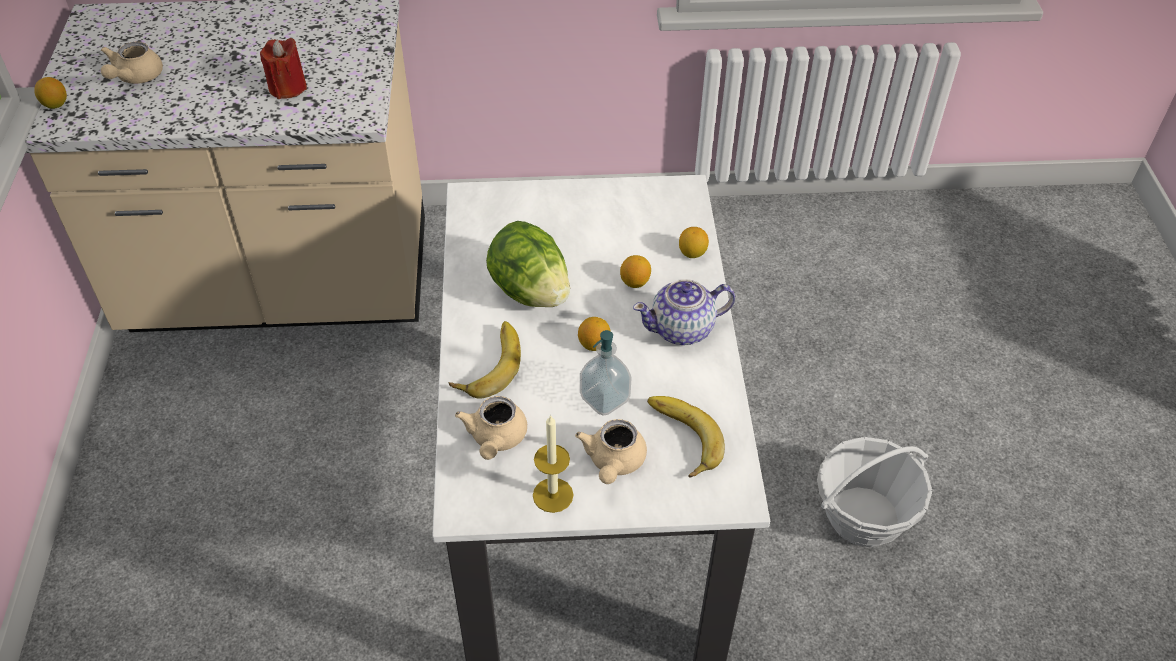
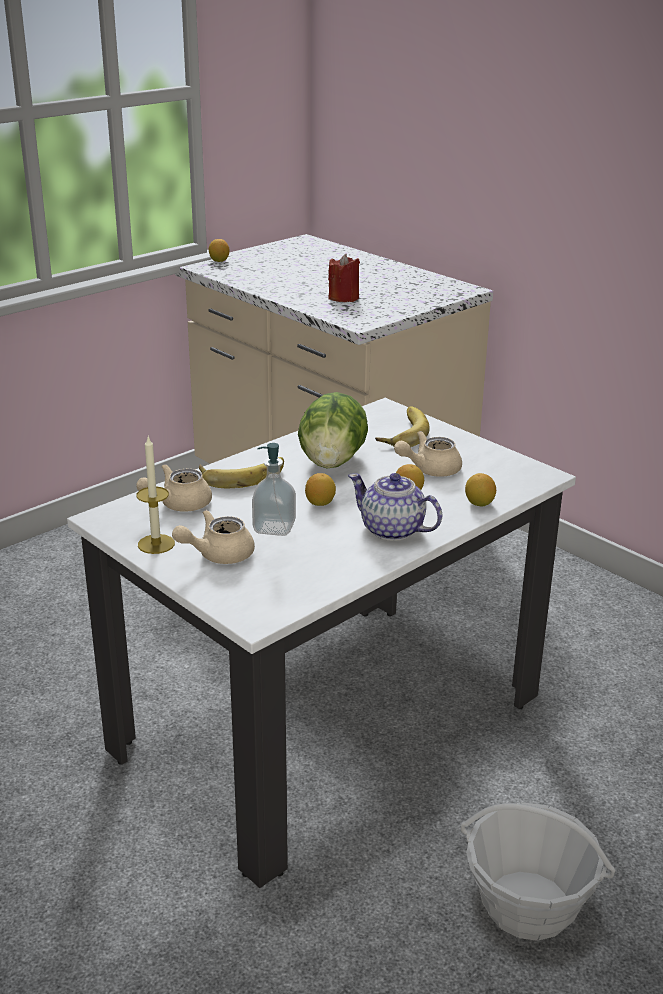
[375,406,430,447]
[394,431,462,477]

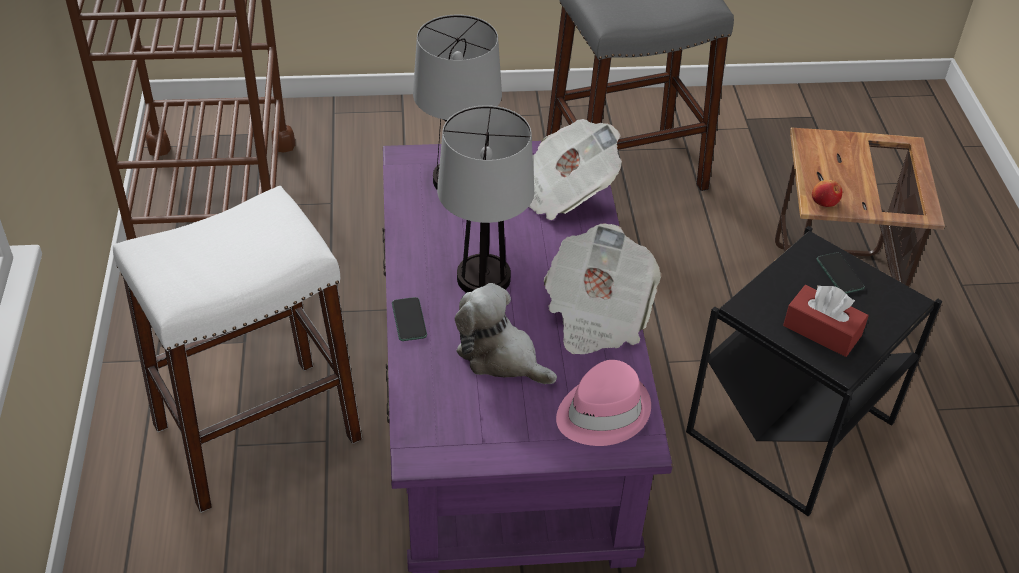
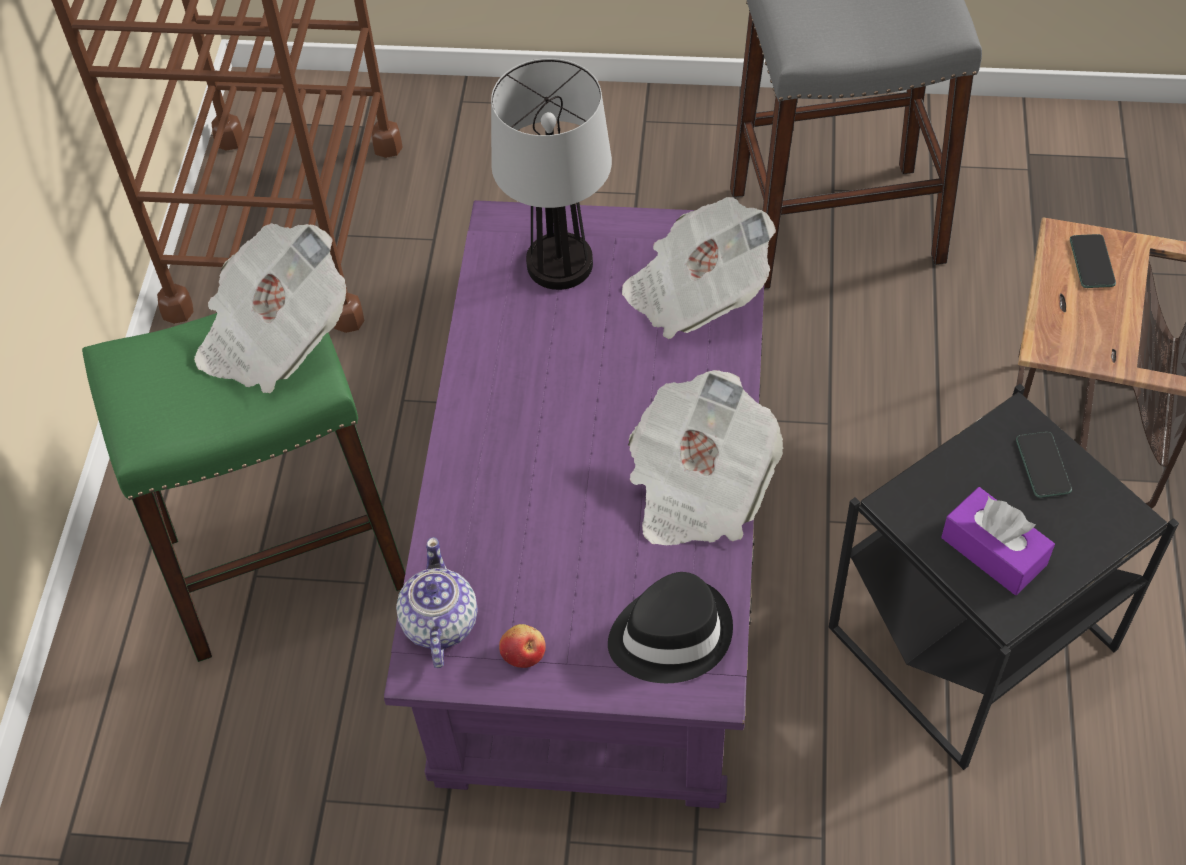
[82,313,405,662]
[194,223,346,393]
[396,537,478,668]
[499,624,546,668]
[608,572,733,683]
[942,487,1055,595]
[1070,234,1116,288]
[437,105,534,293] (first image)
[455,283,557,384] (first image)

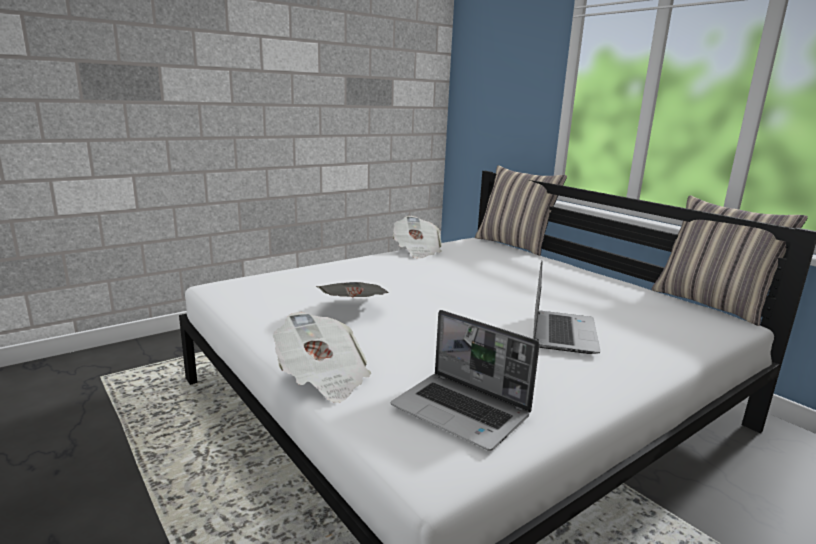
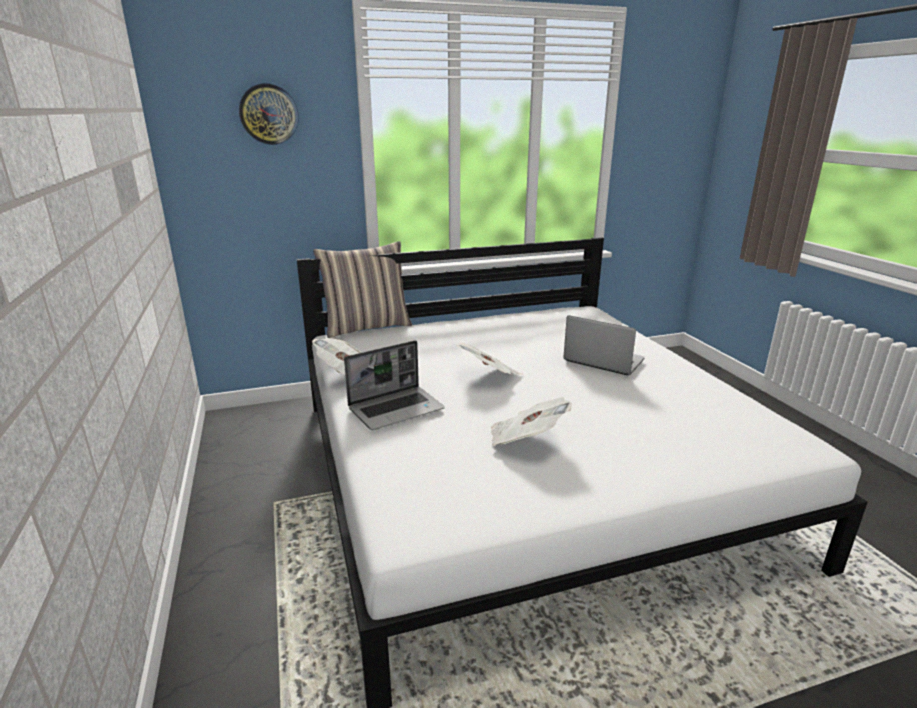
[239,83,299,145]
[344,340,445,430]
[456,343,523,375]
[651,196,808,326] (first image)

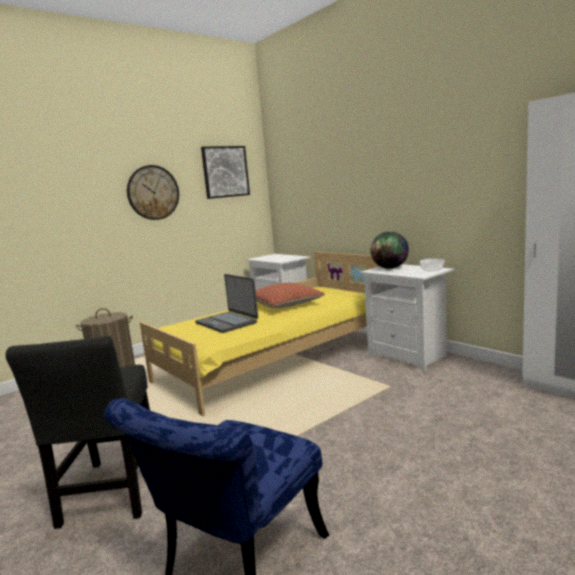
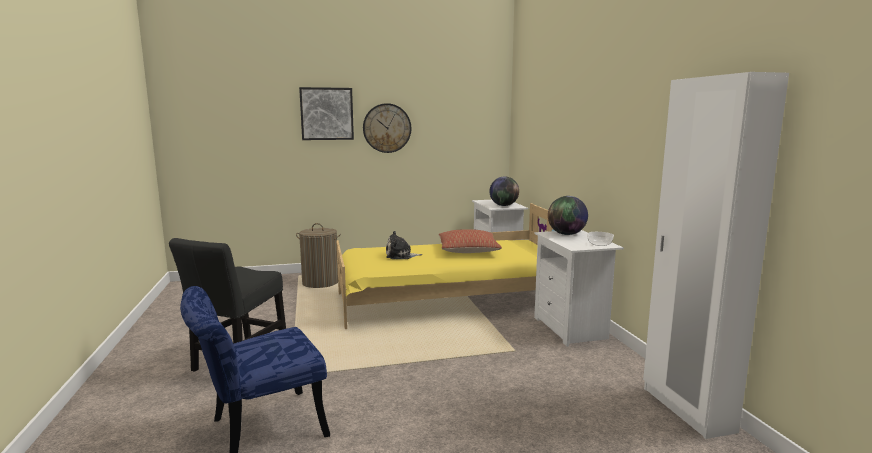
[299,87,354,140]
[386,231,422,259]
[490,176,519,206]

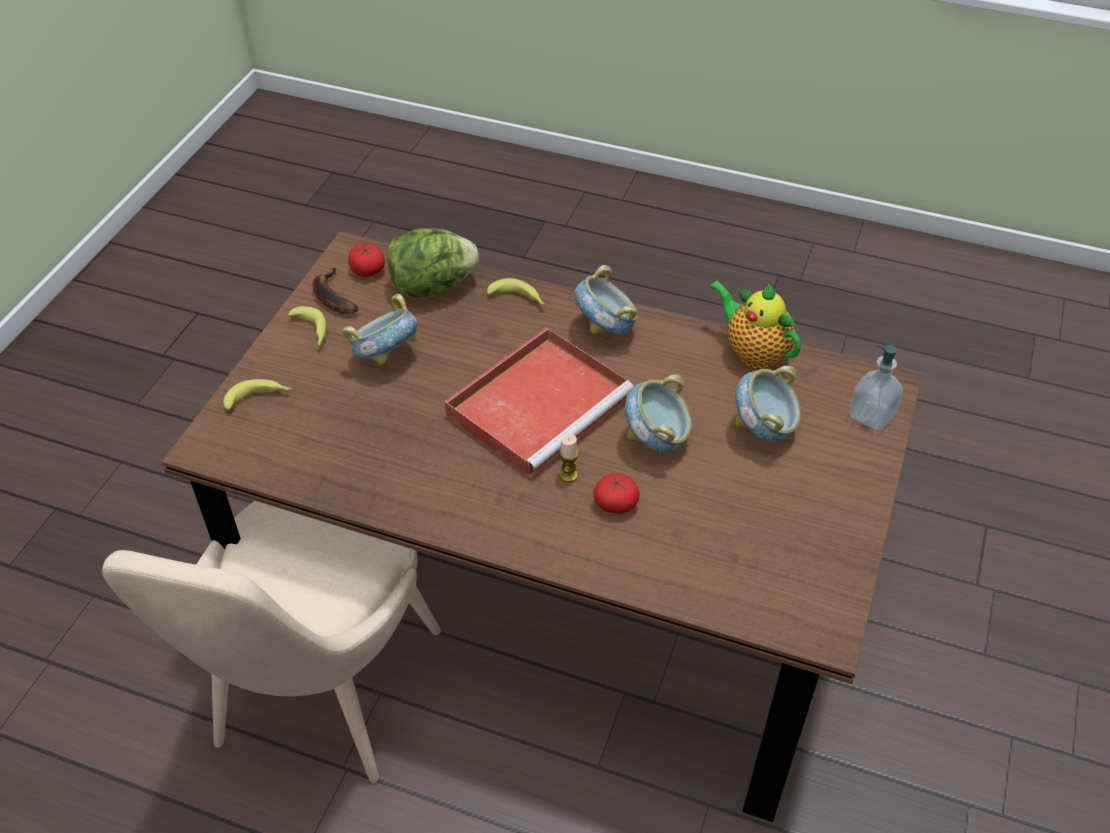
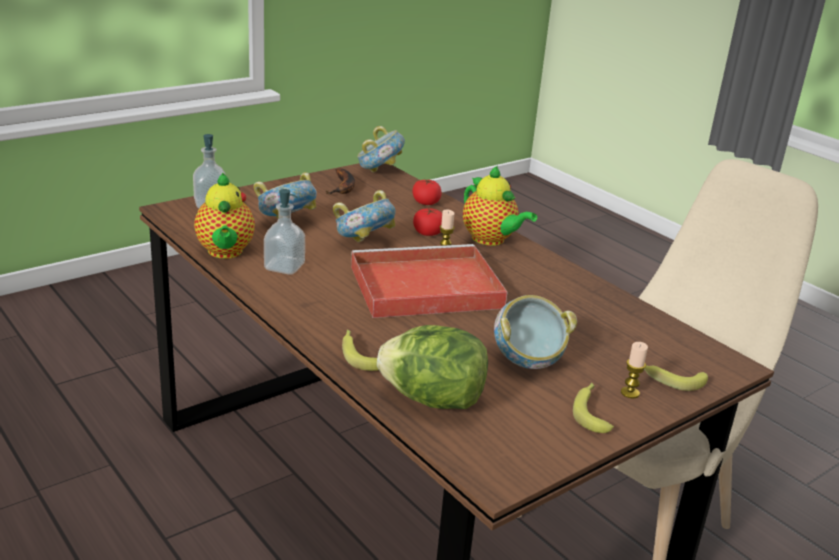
[264,189,305,275]
[325,168,355,194]
[357,126,405,173]
[412,179,442,205]
[463,166,537,246]
[621,342,648,399]

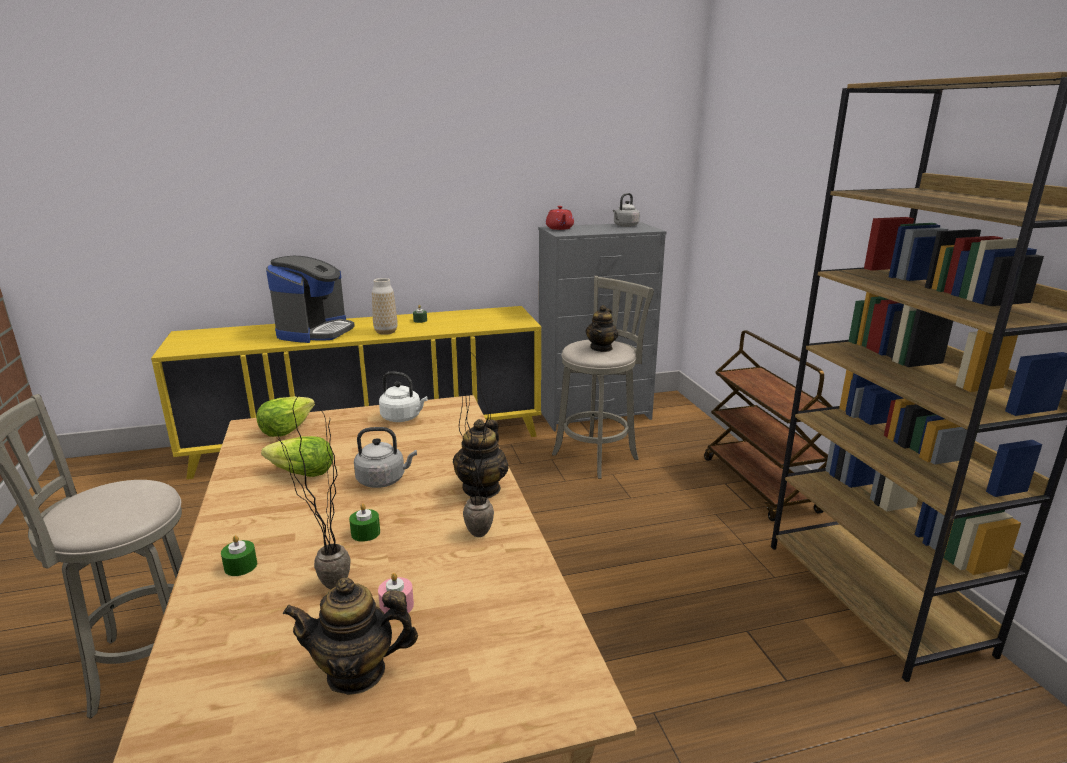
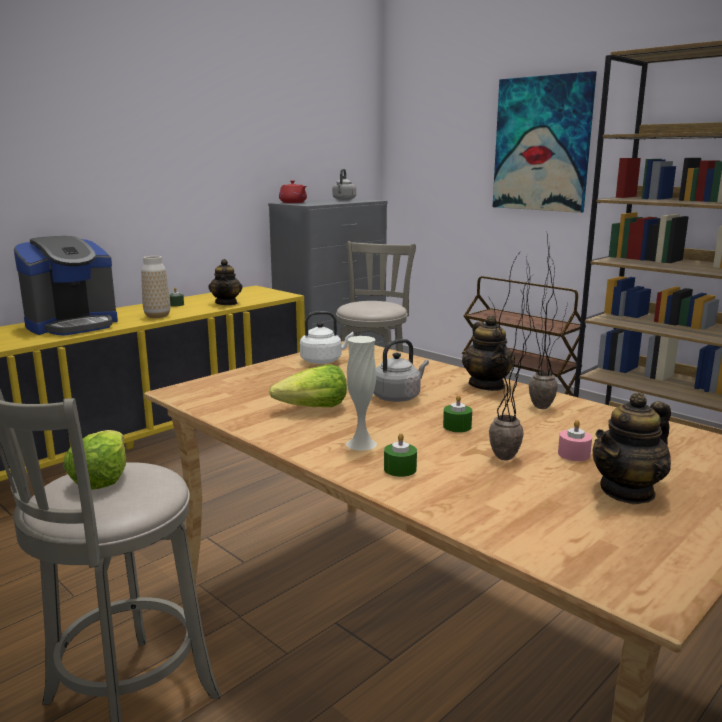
[14,236,118,336]
[63,430,126,490]
[208,259,242,305]
[346,336,377,451]
[493,71,597,213]

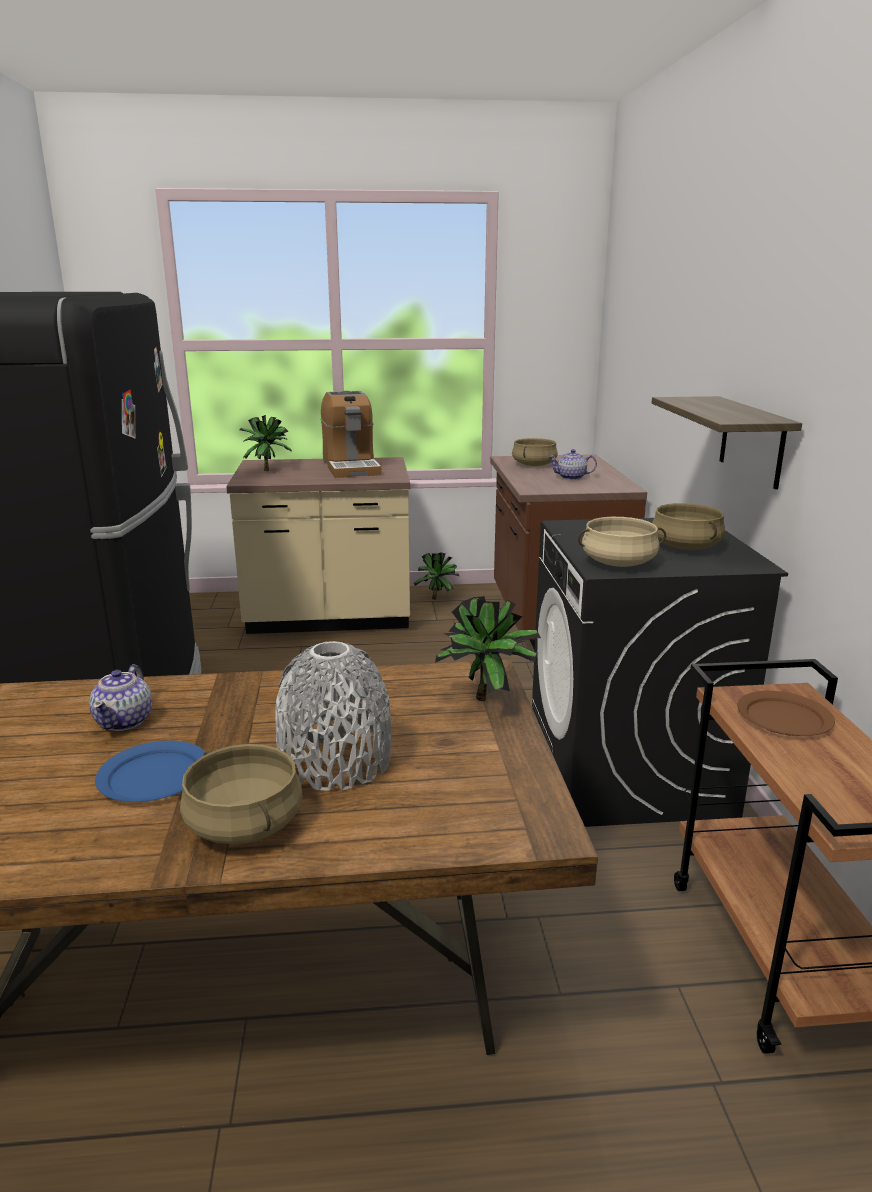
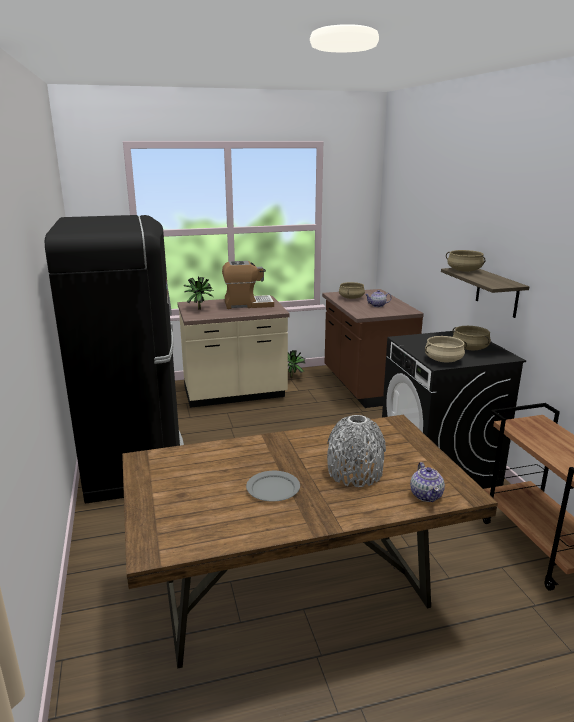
[222,261,274,309]
[246,471,300,502]
[410,462,445,502]
[446,250,485,272]
[435,596,541,701] (first image)
[737,691,835,736] (first image)

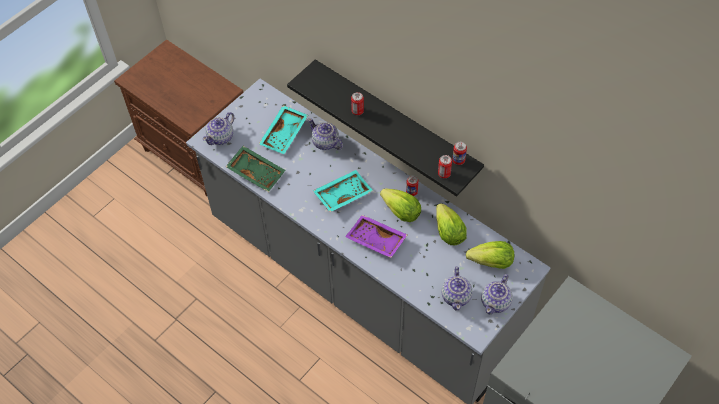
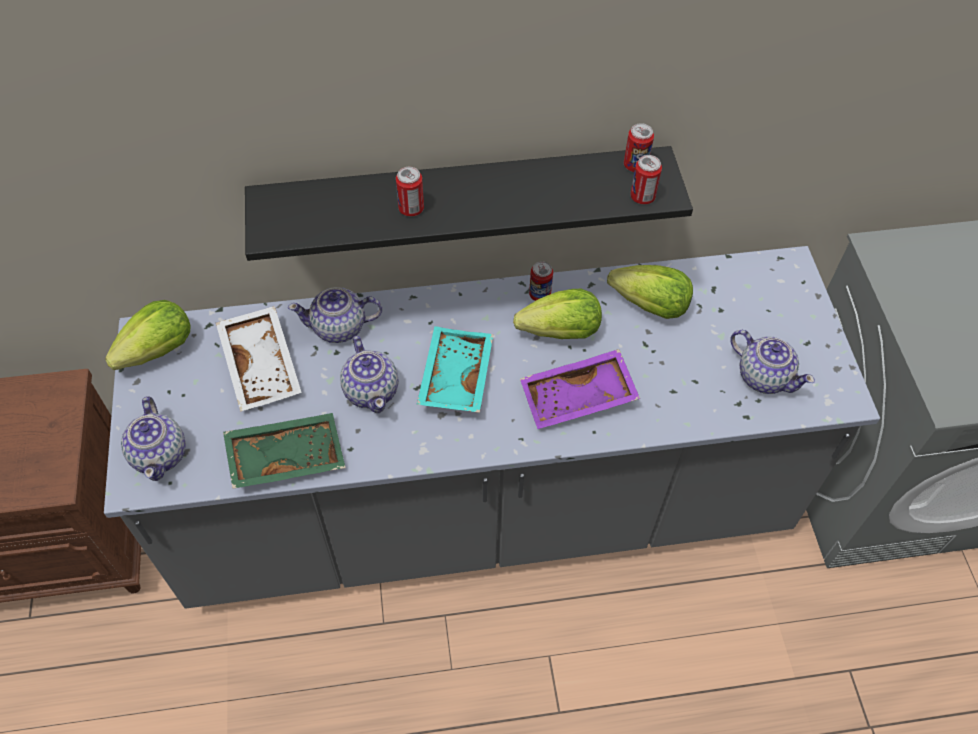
[105,300,190,370]
[216,306,302,412]
[340,336,399,413]

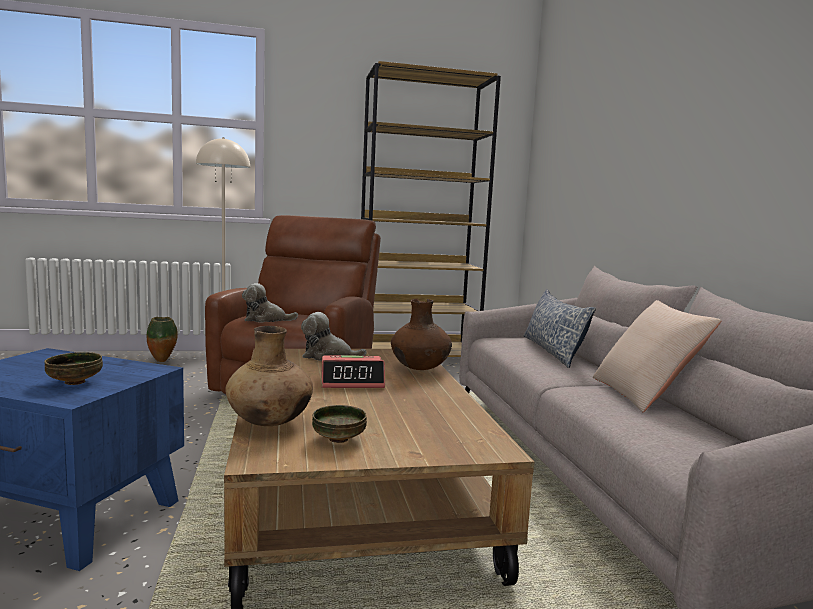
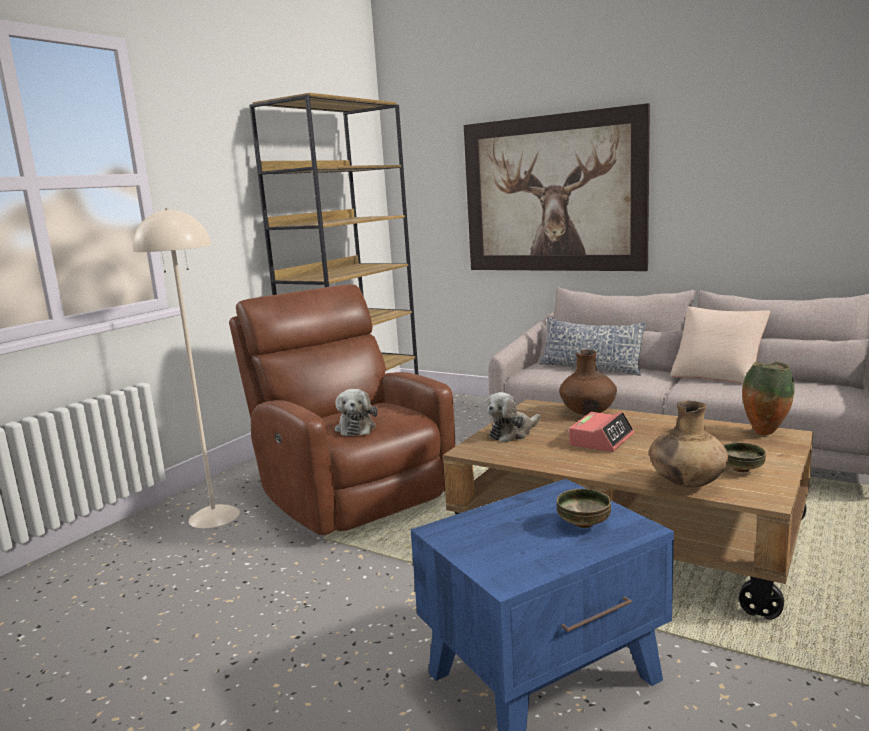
[335,389,377,436]
[464,103,650,271]
[742,361,795,435]

